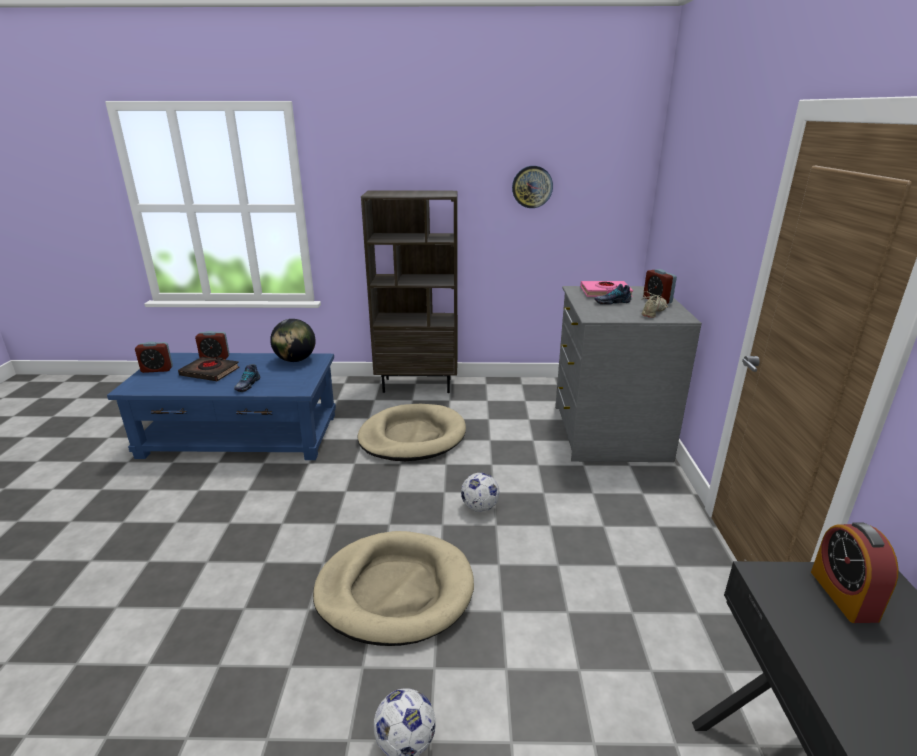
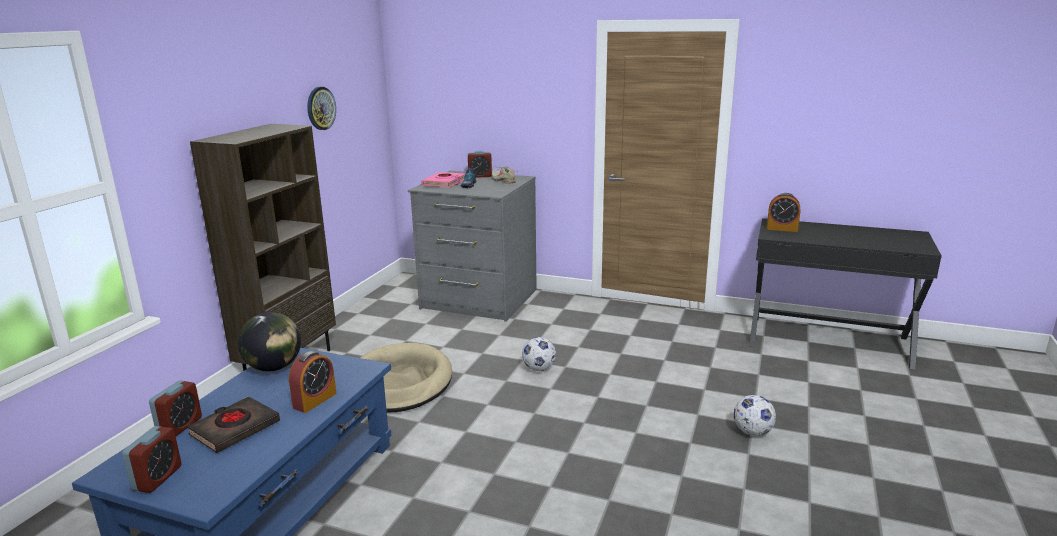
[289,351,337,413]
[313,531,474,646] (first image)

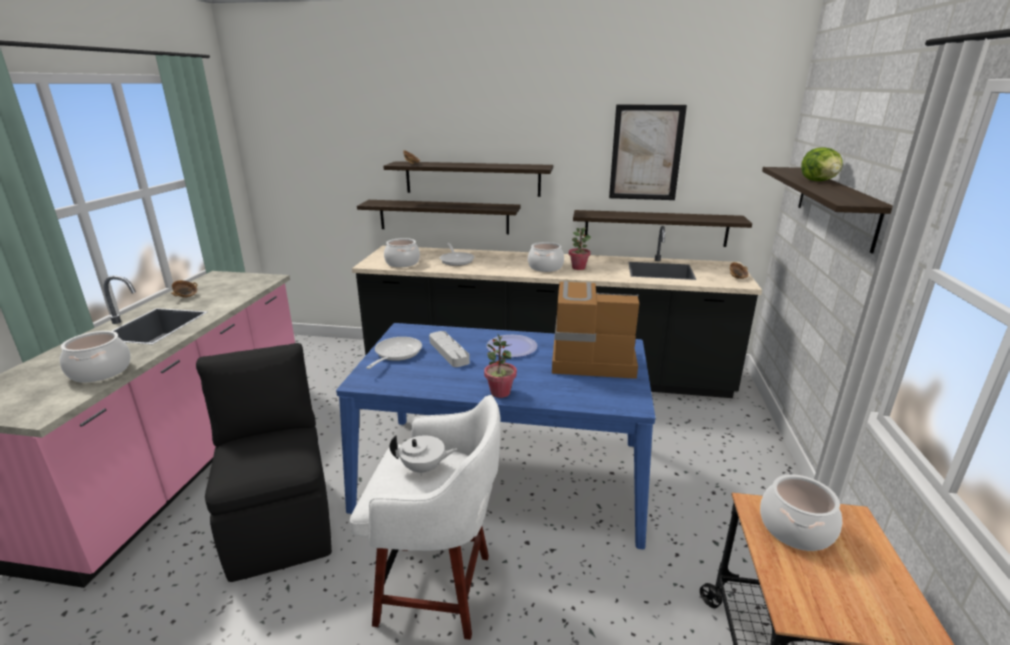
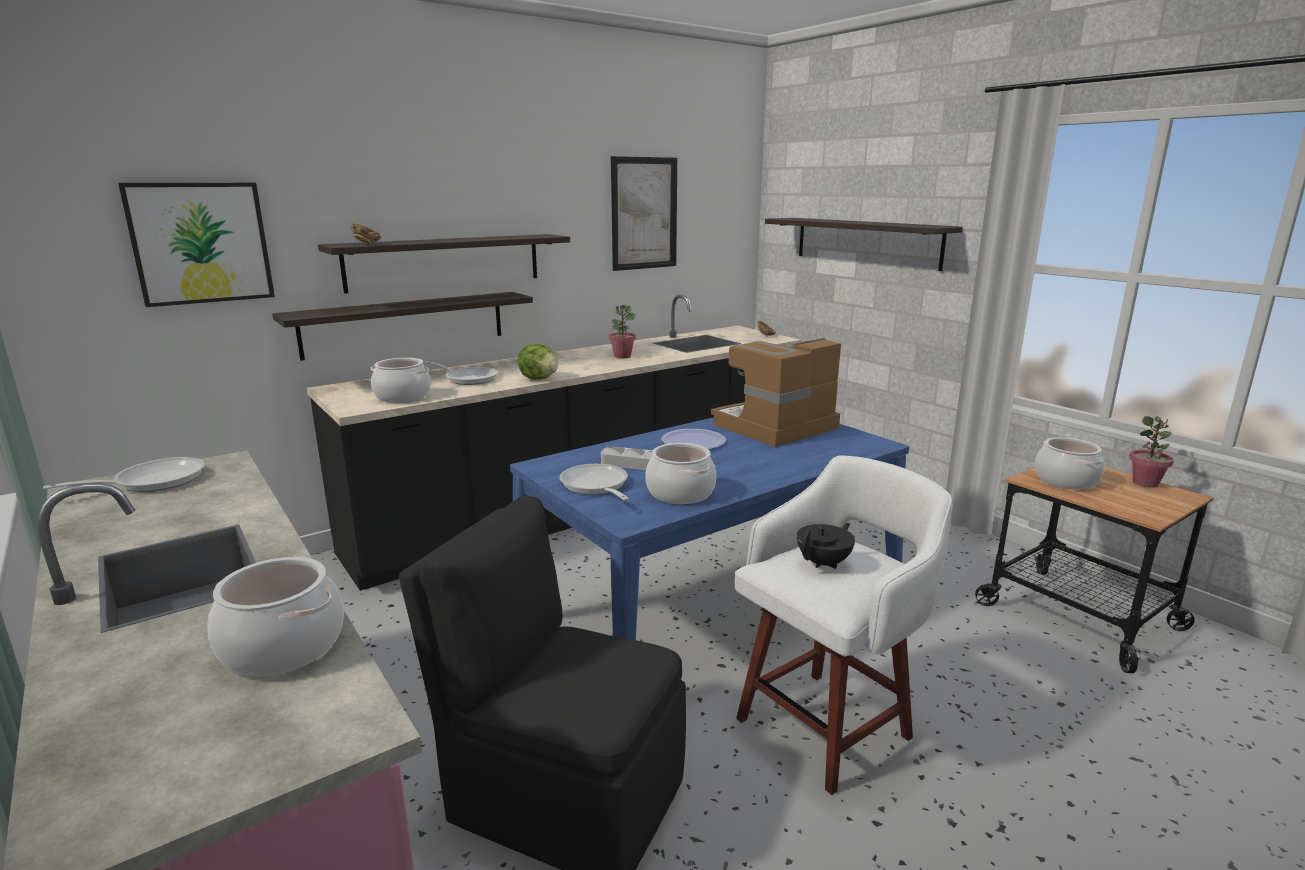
[43,457,205,492]
[118,183,275,307]
[518,344,558,380]
[645,443,716,504]
[797,523,855,569]
[1129,416,1174,488]
[171,280,198,298] (first image)
[573,210,752,247] (first image)

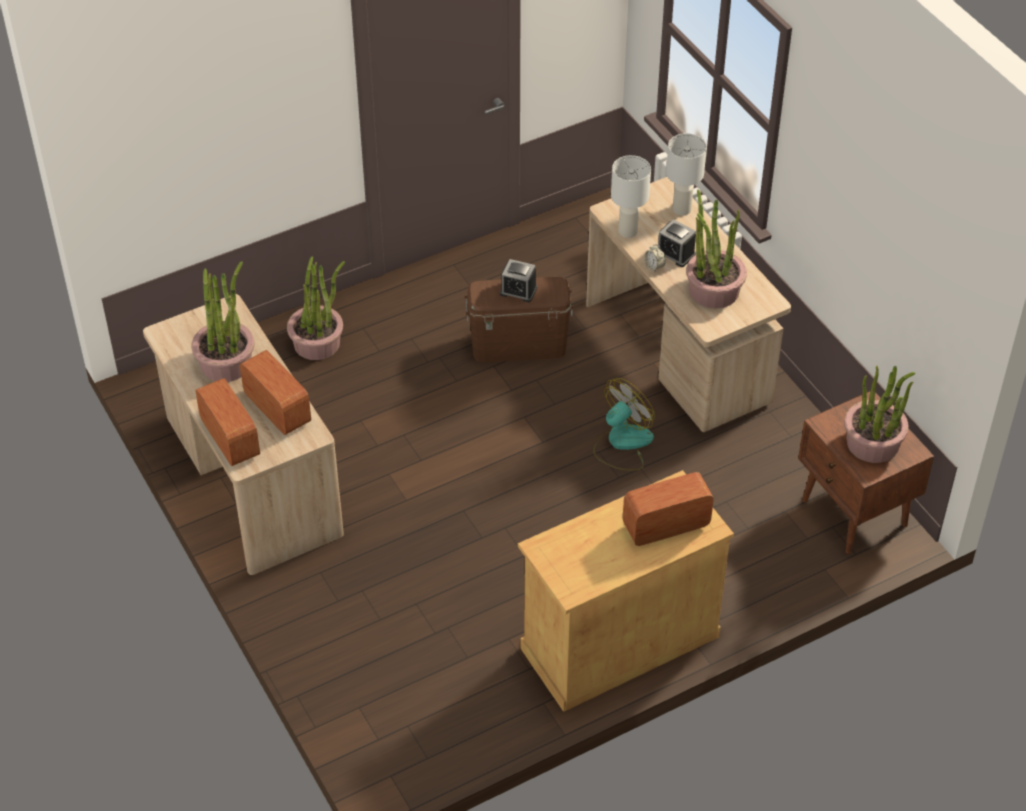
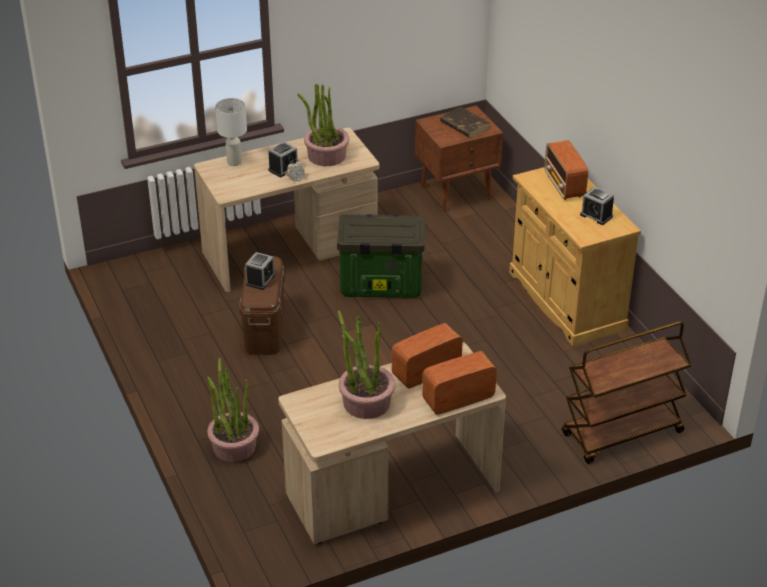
[337,214,425,298]
[440,107,490,138]
[562,321,692,464]
[580,187,614,225]
[611,155,651,238] (first image)

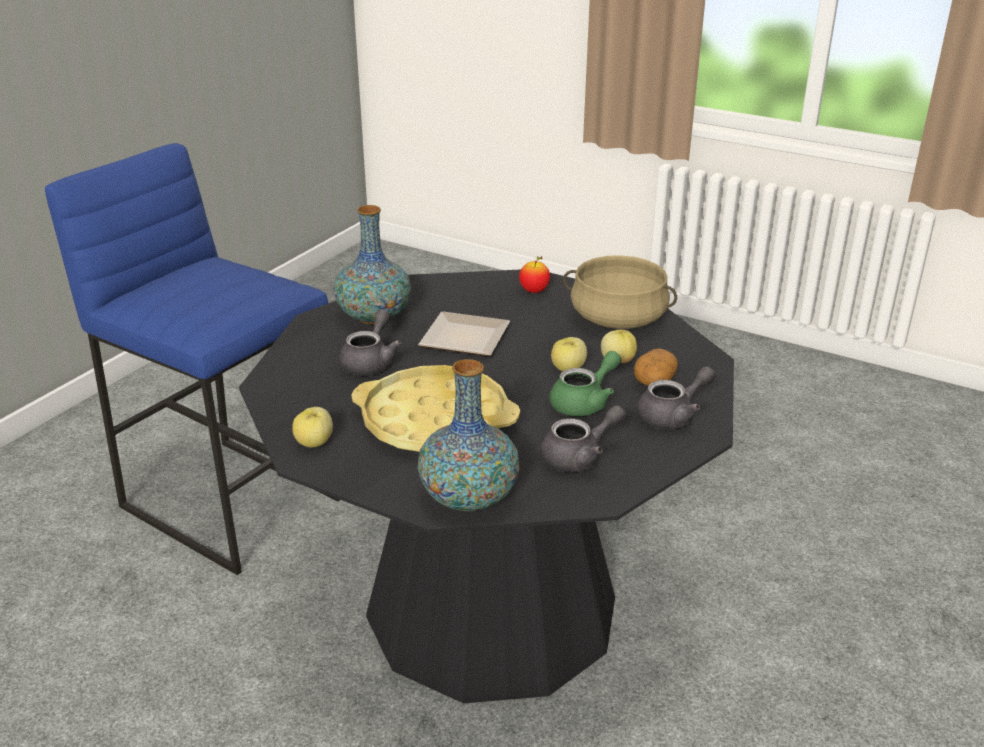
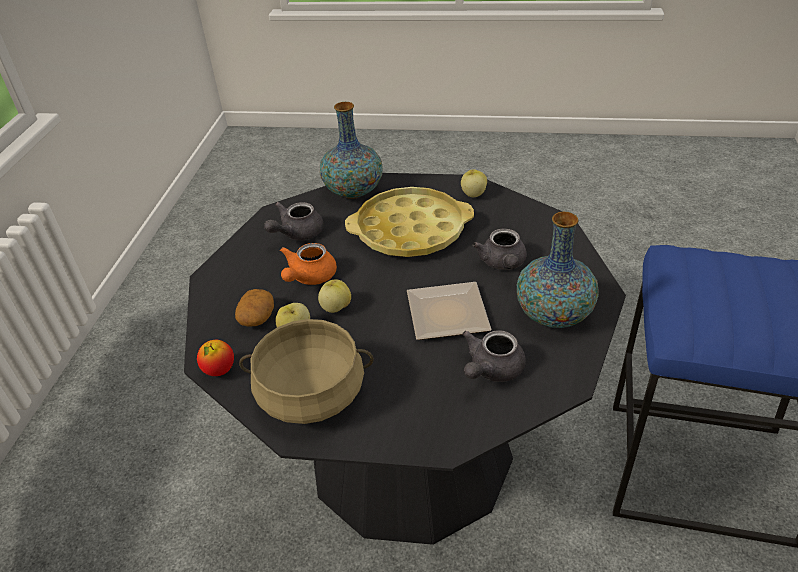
[197,340,234,376]
[280,243,337,285]
[462,330,526,382]

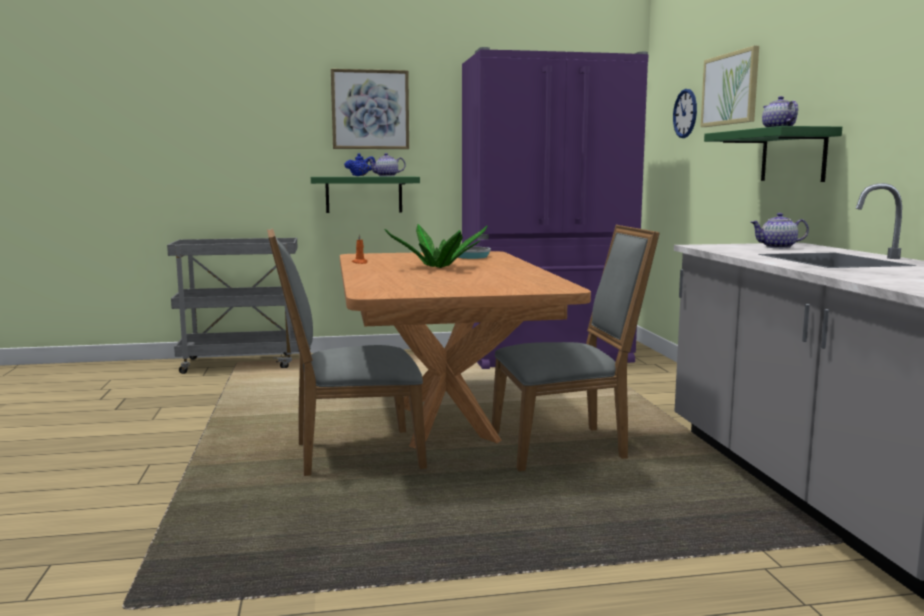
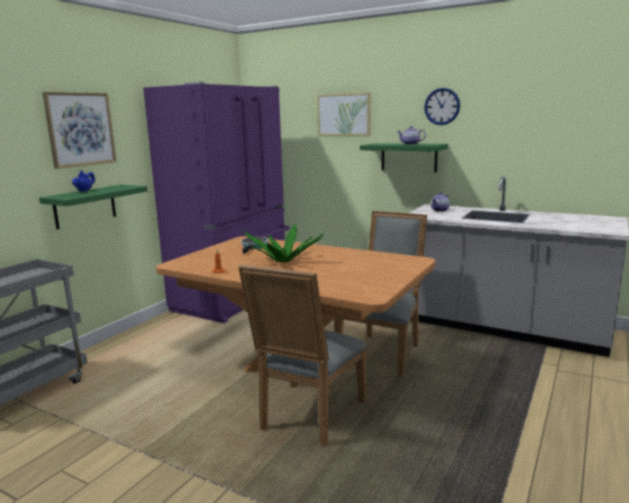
[424,88,460,125]
[367,153,406,176] (first image)

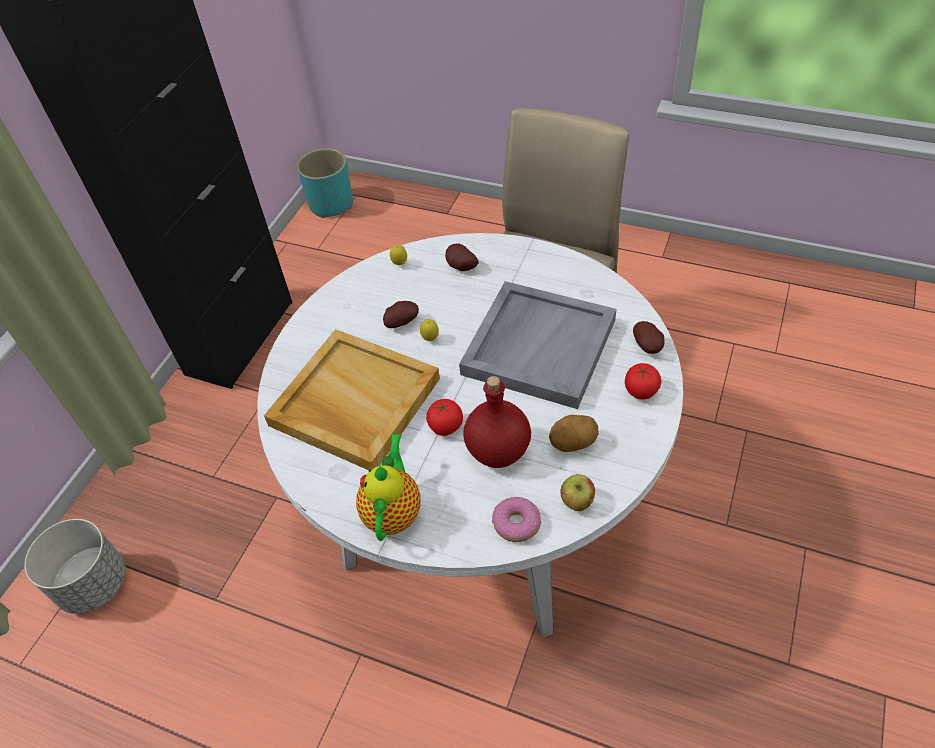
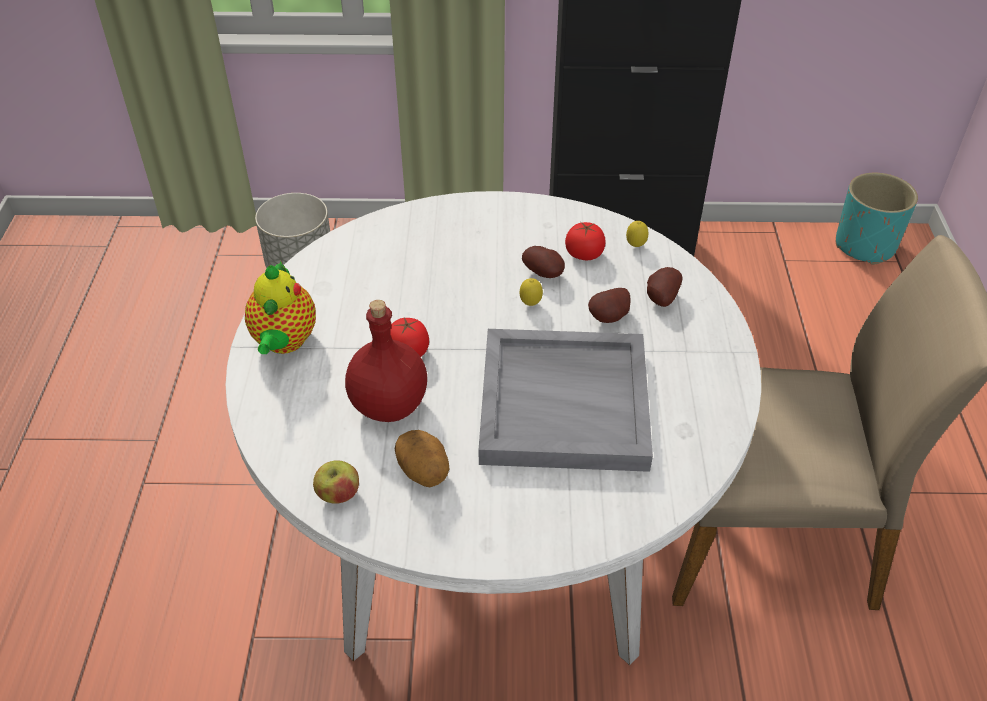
[245,261,316,354]
[565,222,605,260]
[588,288,631,323]
[264,329,440,470] (first image)
[492,497,541,542] (first image)

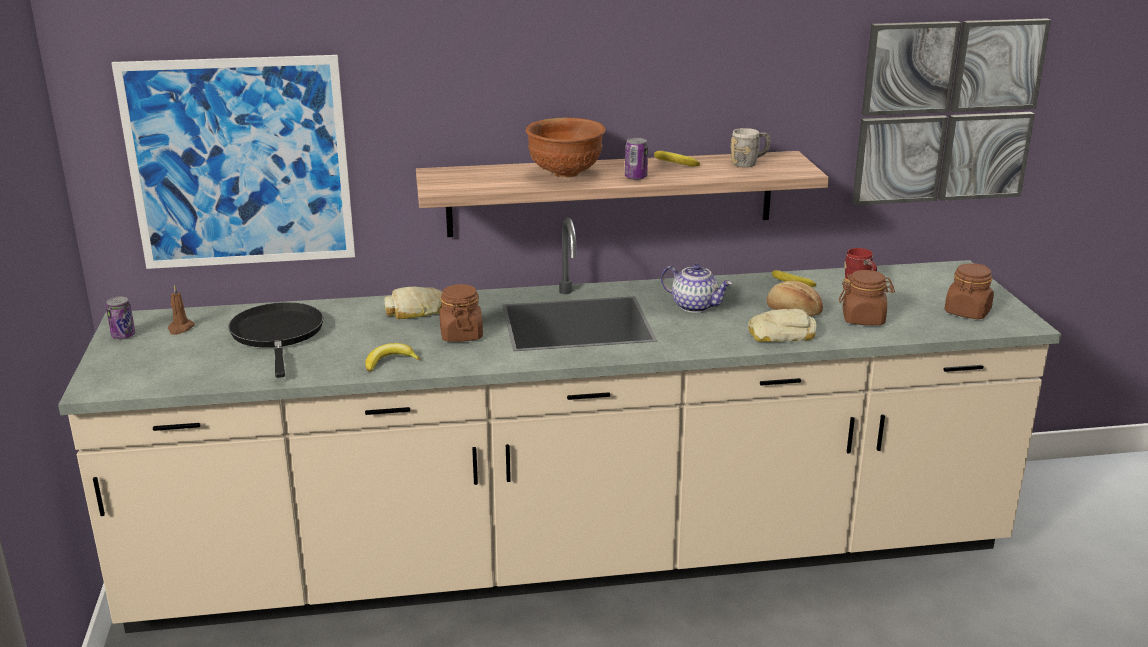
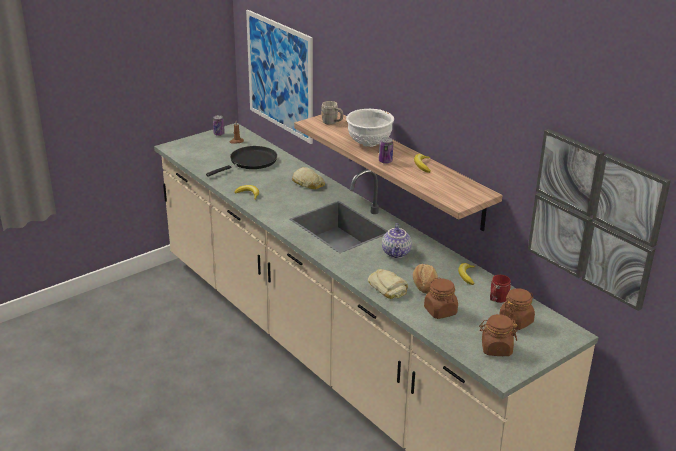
[321,101,343,125]
[346,109,394,147]
[500,288,535,330]

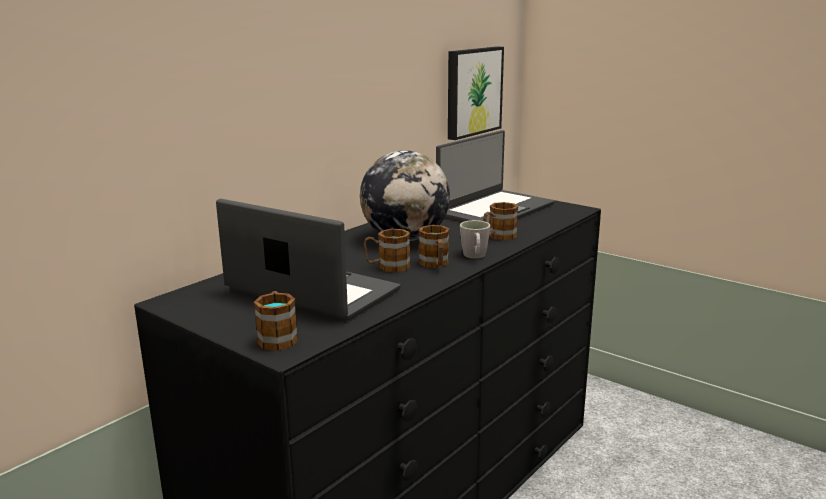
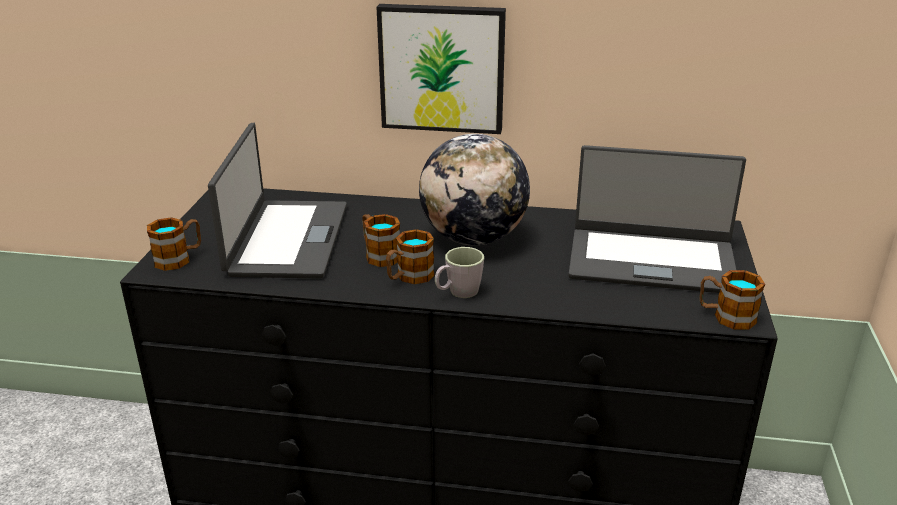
[377,4,506,134]
[699,270,765,330]

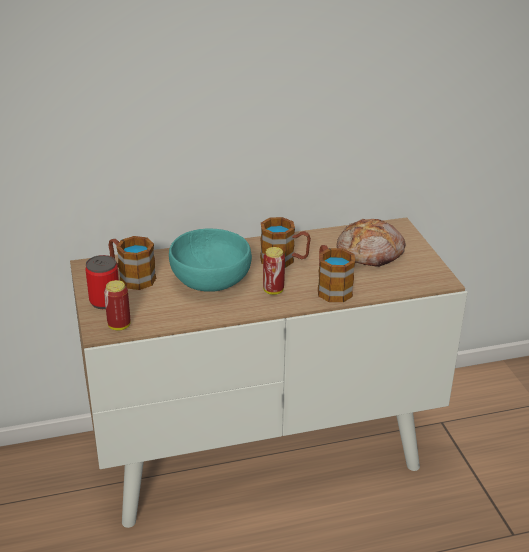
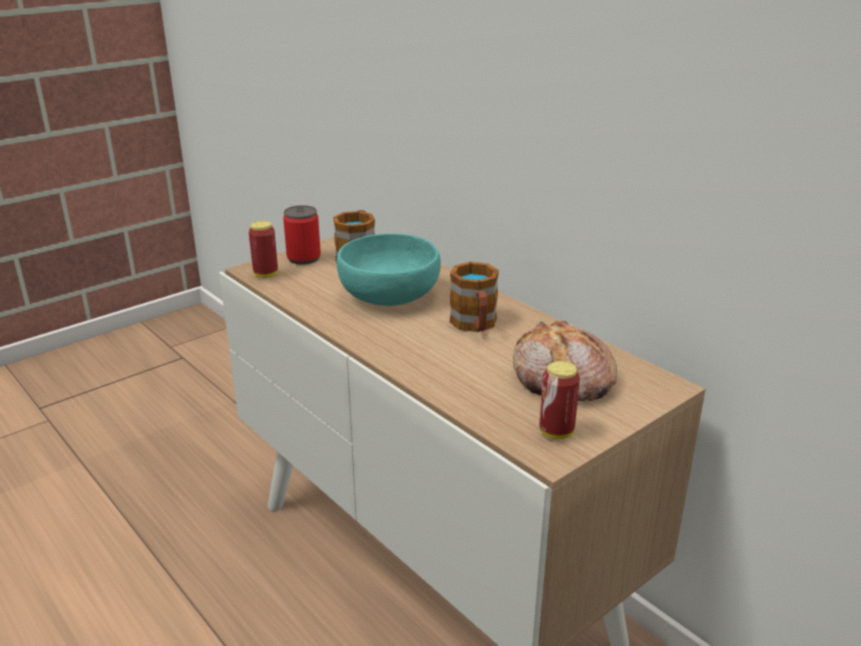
[539,361,580,439]
[318,245,355,302] (first image)

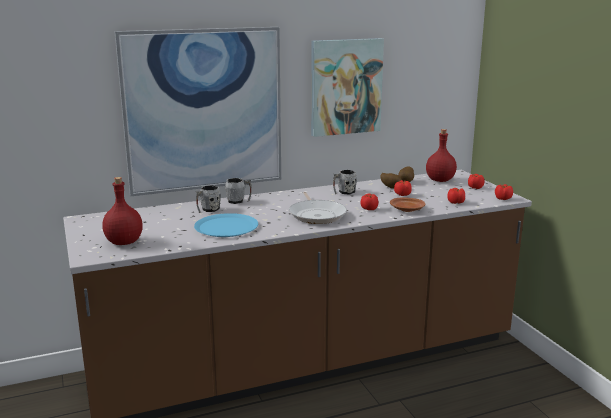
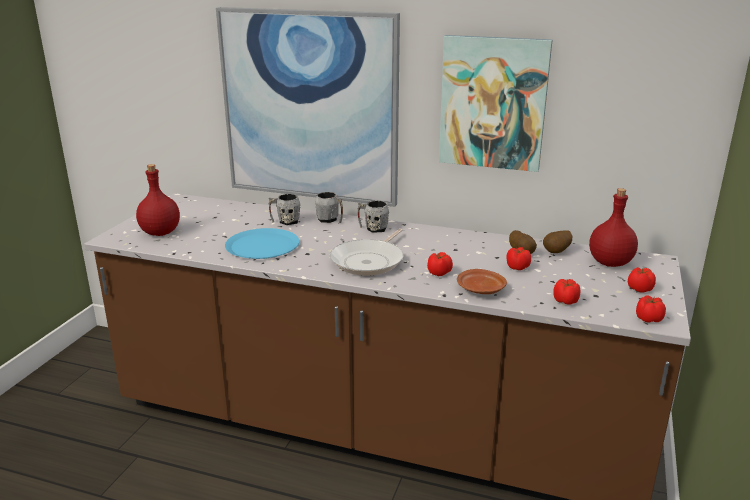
[358,200,389,233]

